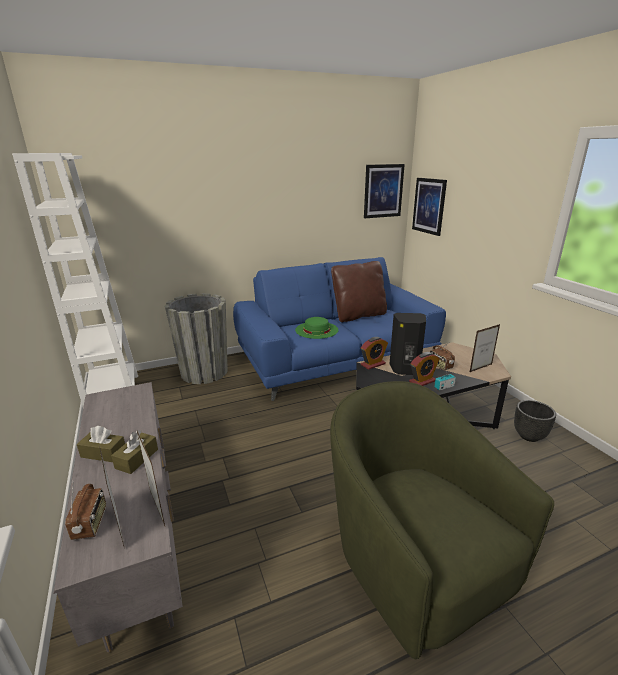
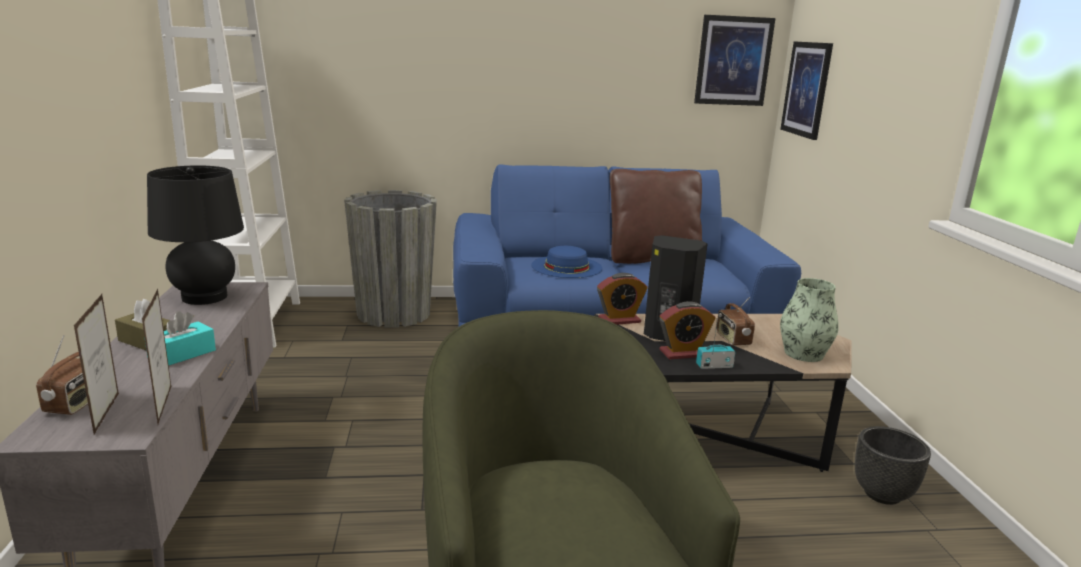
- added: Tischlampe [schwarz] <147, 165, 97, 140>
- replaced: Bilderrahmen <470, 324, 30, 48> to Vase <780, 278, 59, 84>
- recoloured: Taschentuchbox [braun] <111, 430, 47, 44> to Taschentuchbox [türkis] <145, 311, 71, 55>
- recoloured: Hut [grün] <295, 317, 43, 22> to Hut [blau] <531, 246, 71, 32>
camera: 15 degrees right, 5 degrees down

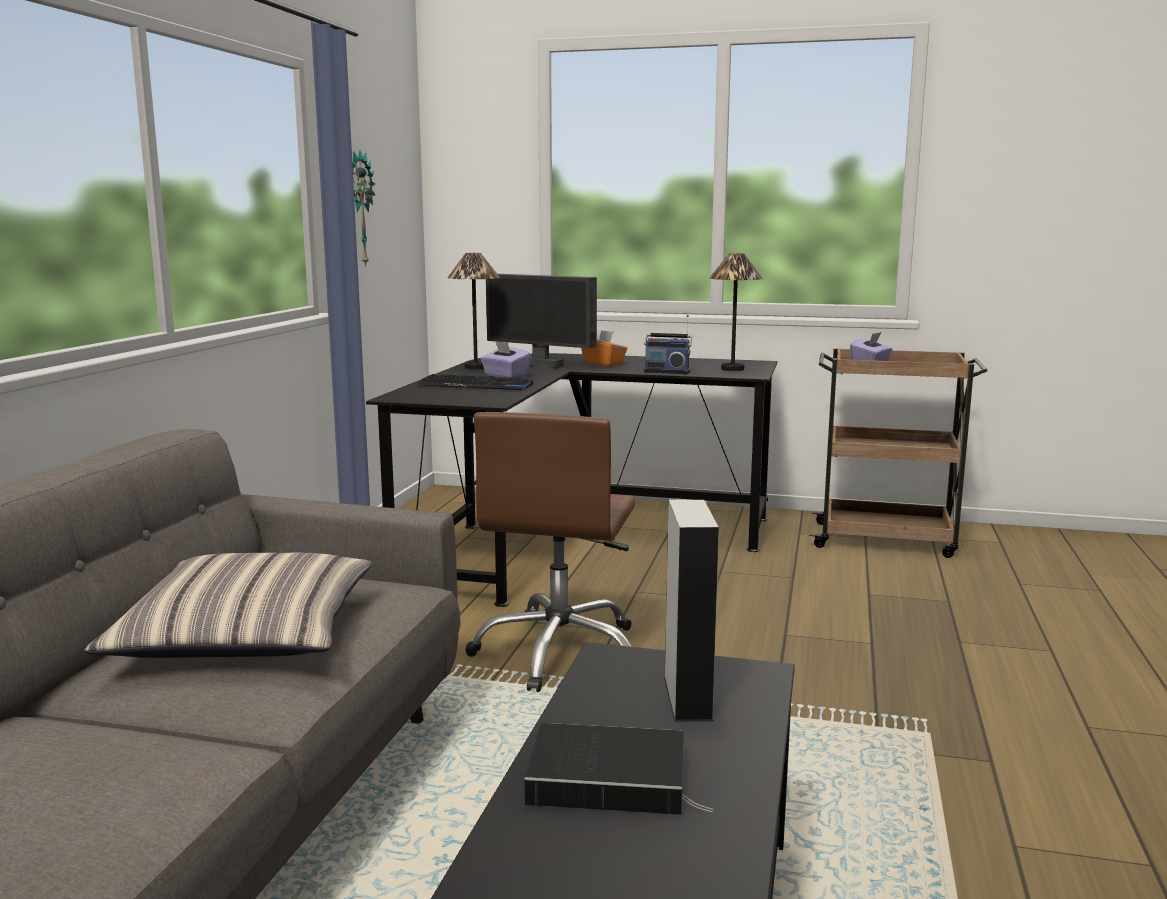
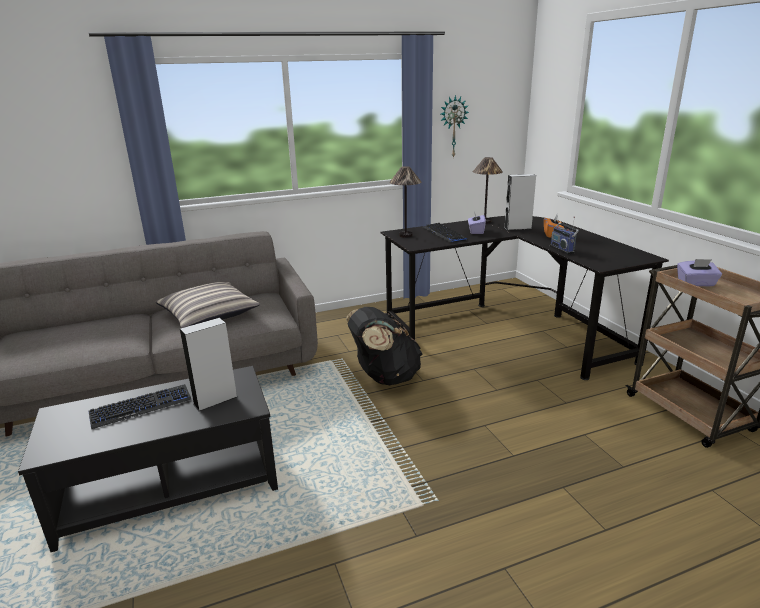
- moved: Tischlampe <709, 253, 54, 118> to <389, 166, 32, 72>
- replaced: Bürostuhl [braun] <465, 412, 170, 280> to Rucksack [schwarz] <346, 307, 76, 78>
- replaced: Monitor <486, 274, 111, 94> to Lautsprecher [grau] <504, 174, 32, 56>
- replaced: Buch <524, 723, 190, 92> to Tastatur <89, 384, 102, 45>
camera: 55 degrees right, 10 degrees up

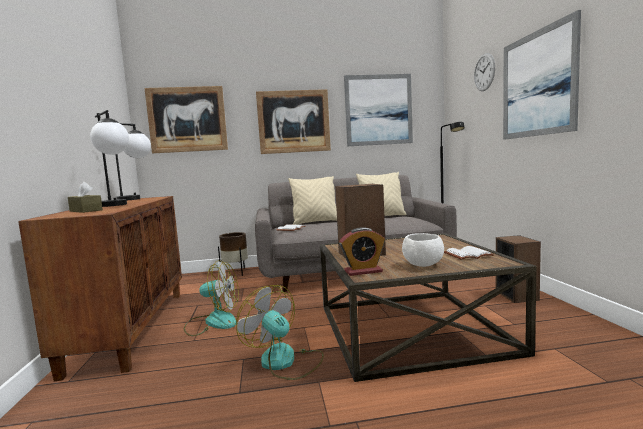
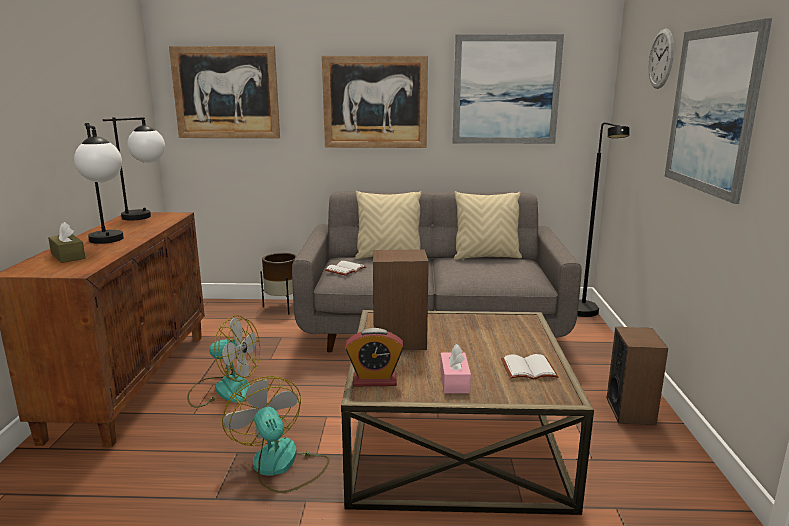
- replaced: Schüssel [weiß] <402, 233, 42, 34> to Taschentuchbox [rosa] <440, 344, 31, 50>
camera: 10 degrees right, 10 degrees up

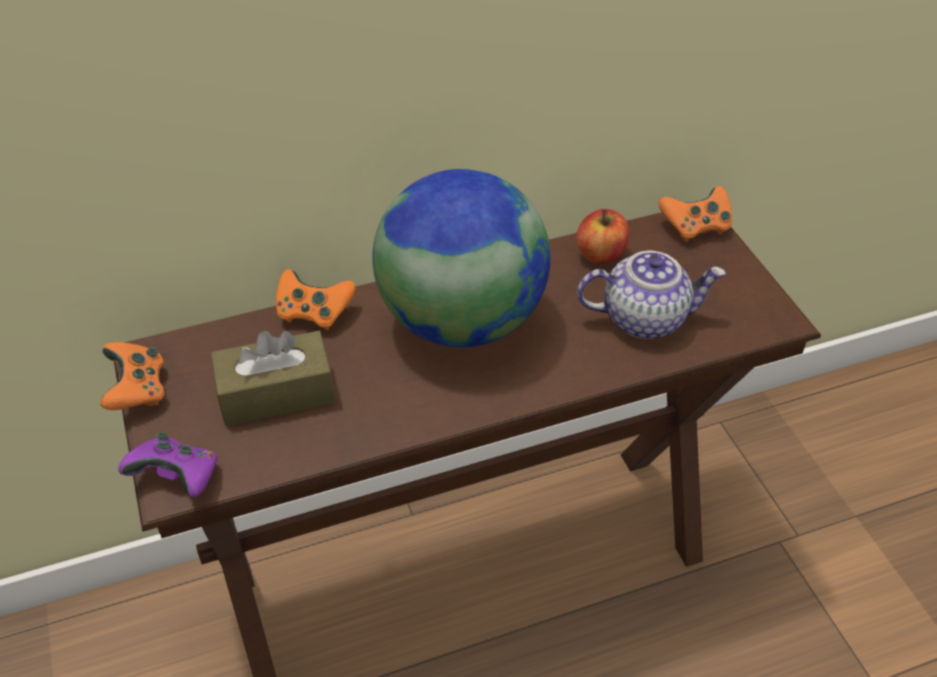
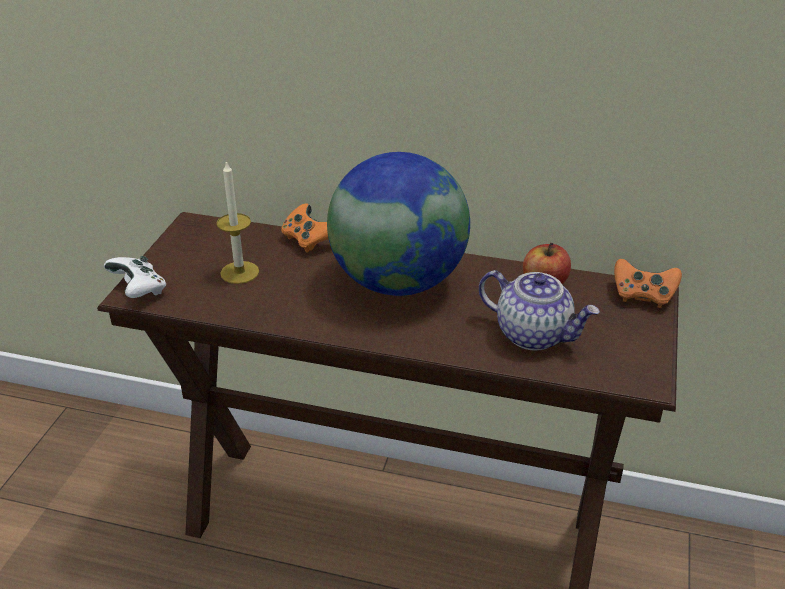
- removed: Gamepad [orange] <100, 342, 65, 68>
- replaced: Taschentuchbox [braun] <210, 331, 125, 95> to Kerze <216, 160, 43, 124>
- recoloured: Gamepad [lila] <118, 433, 100, 64> to Gamepad [weiß] <104, 256, 62, 42>
camera: 35 degrees right, 10 degrees down

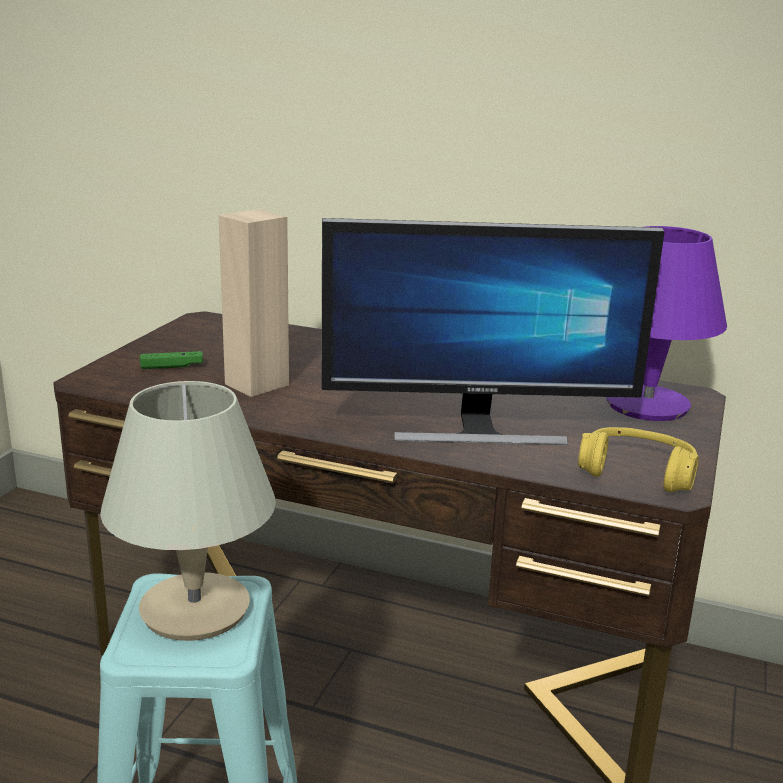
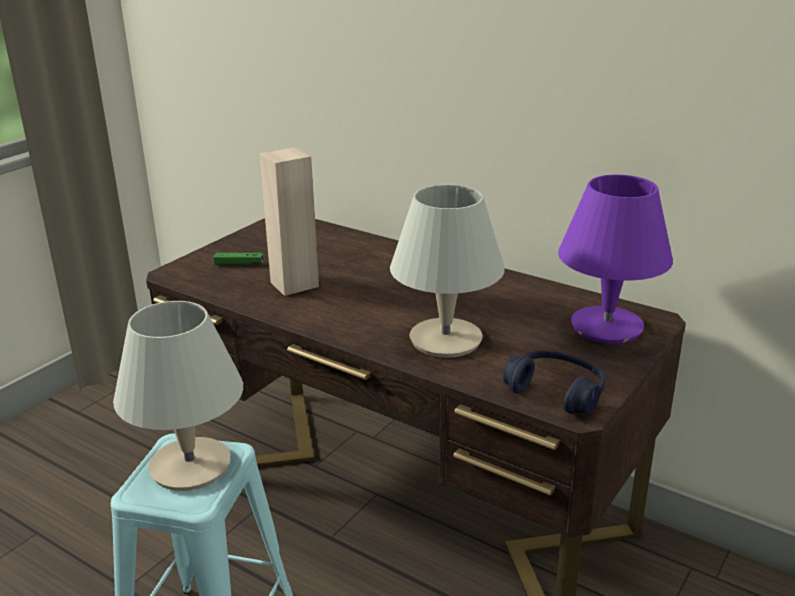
- replaced: Monitor <321, 218, 343, 227> to Tischlampe [beige] <390, 184, 115, 174>
- recoloured: Kopfhörer [gelb] <578, 427, 121, 65> to Kopfhörer [blau] <503, 350, 102, 64>
camera: 15 degrees right, 5 degrees up

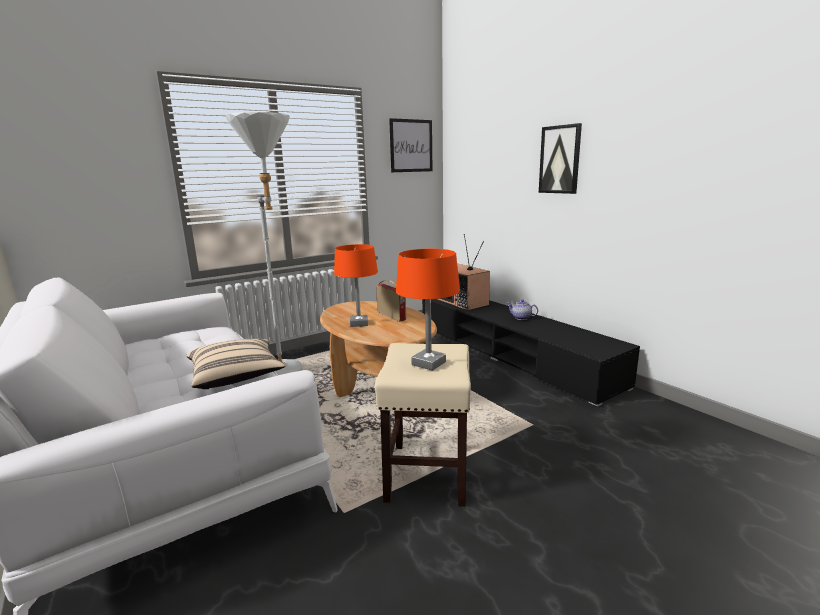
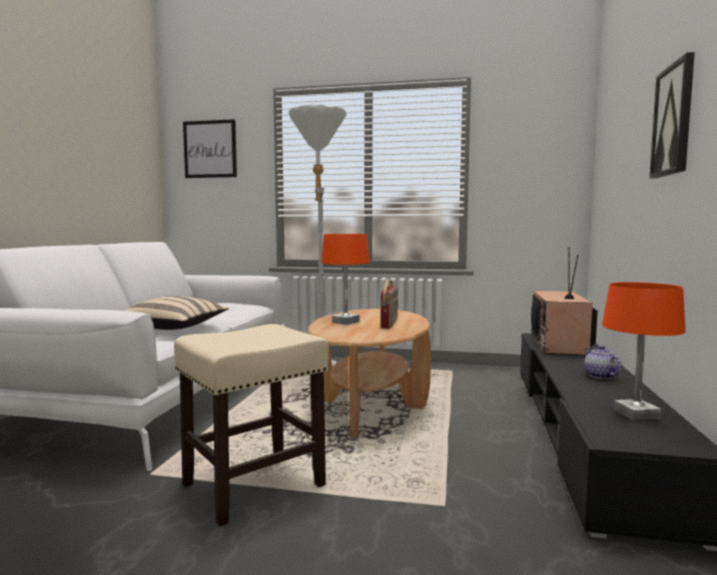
- moved: Bild <389, 118, 43, 54> to <183, 119, 54, 59>
- moved: Tischlampe [orange] <396, 249, 64, 122> to <602, 282, 84, 139>
camera: 45 degrees right, 10 degrees down

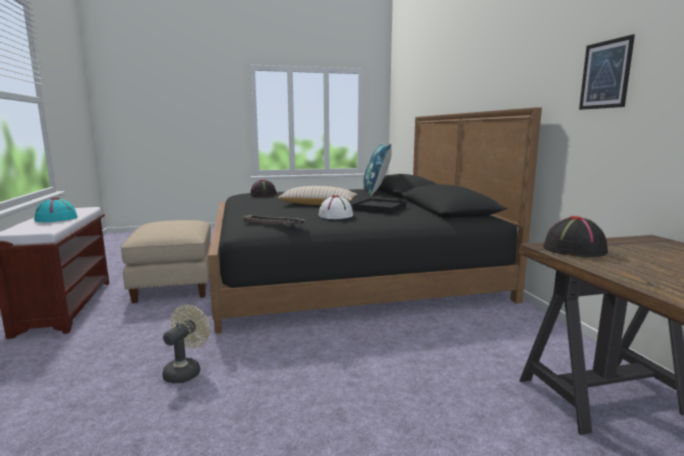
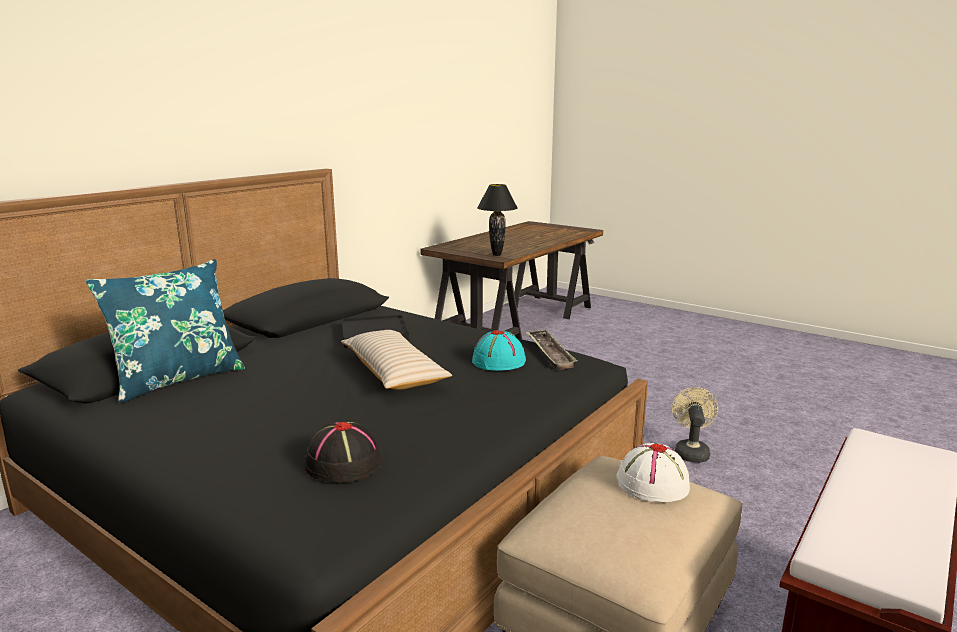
- removed: Bild <579, 34, 56, 76>
- moved: Hut [türkis] <34, 198, 44, 24> to <472, 330, 54, 41>
- moved: Hut [weiß] <319, 195, 34, 24> to <616, 443, 74, 59>
- replaced: Hut [schwarz] <543, 216, 65, 41> to Tischlampe [schwarz] <477, 184, 41, 72>
- turned: Ventilator [beige] <162, 305, 48, 78> = <672, 387, 46, 76> 120 degrees clockwise
camera: 130 degrees left, 5 degrees up

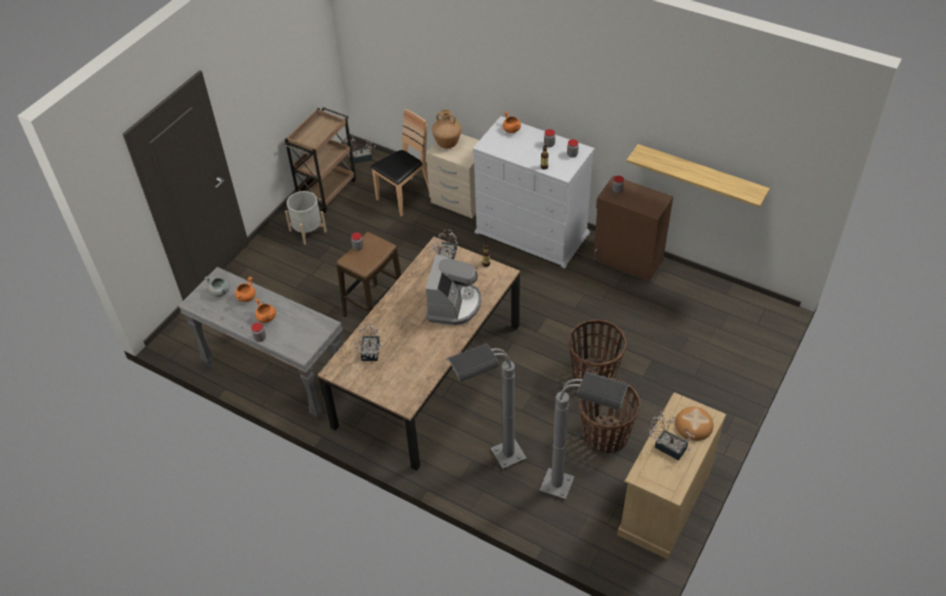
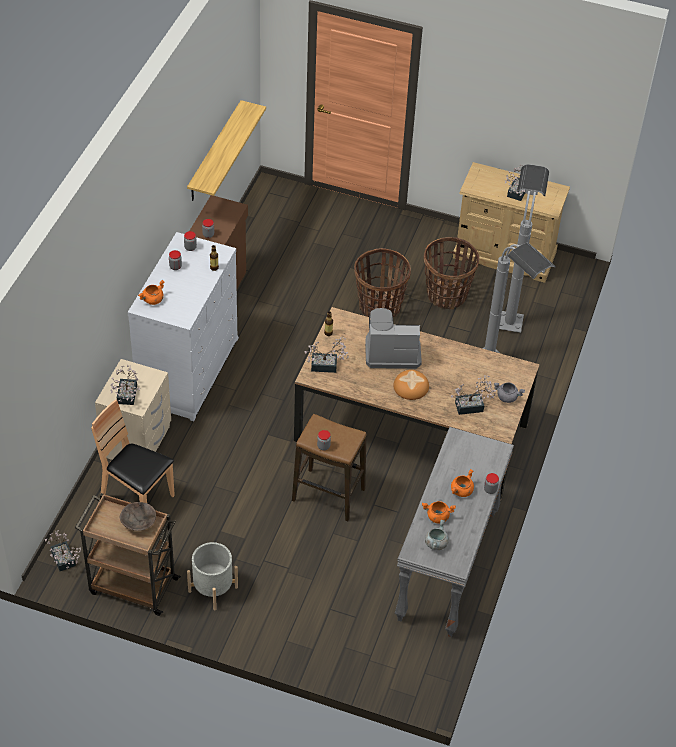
- added: Schüssel [braun] <120, 502, 36, 29>
- added: Kochtopf [grau] <494, 383, 31, 20>
- moved: Brot <675, 407, 38, 34> to <393, 370, 36, 30>
- replaced: Vase [braun] <432, 109, 30, 40> to Topfpflanze <110, 365, 30, 40>
camera: 105 degrees left, 0 degrees up

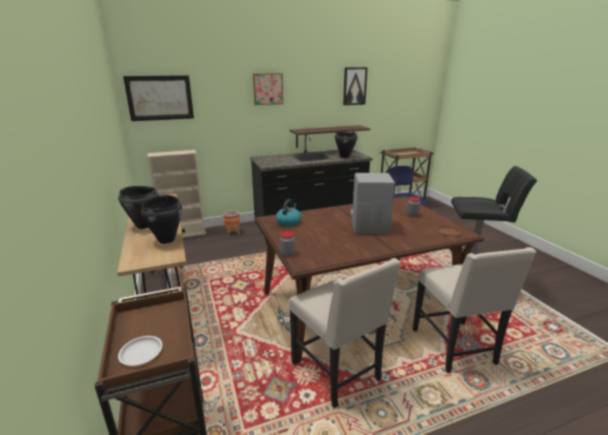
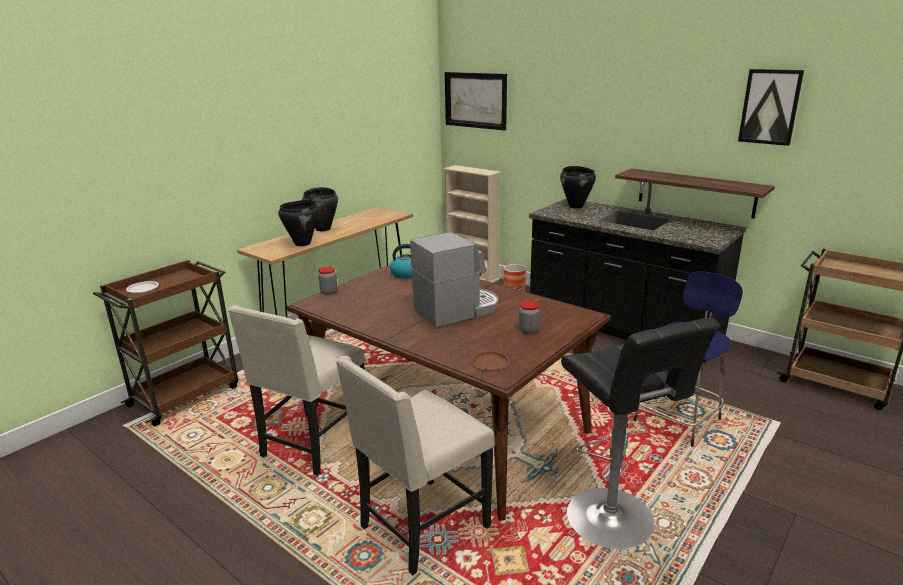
- removed: Bild <253, 73, 30, 32>
- moved: Kochtopf [schwarz] <335, 132, 23, 26> to <560, 166, 36, 42>
camera: 60 degrees right, 0 degrees up

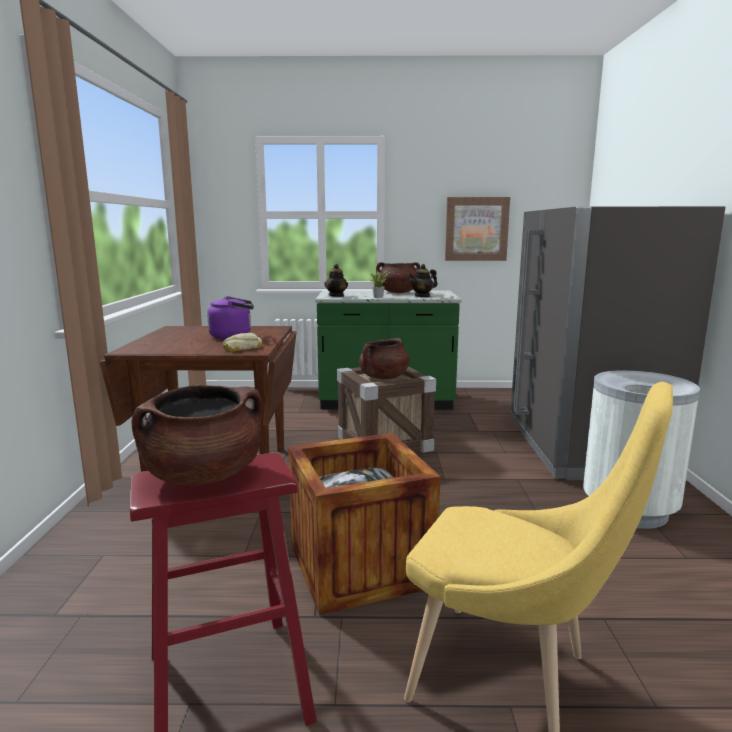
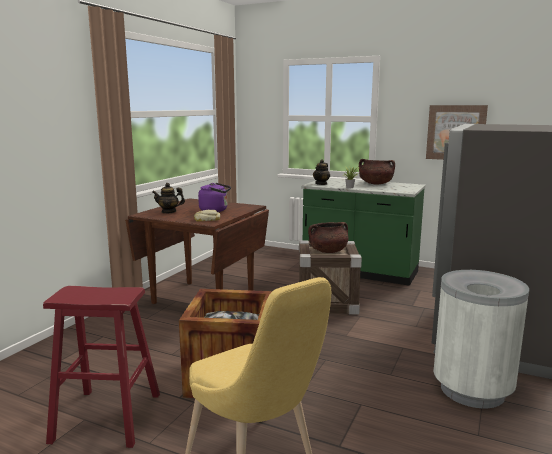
- removed: Kochtopf [braun] <132, 385, 130, 101>
- moved: Teekanne <408, 264, 29, 33> to <152, 183, 33, 30>
camera: 25 degrees right, 0 degrees up

